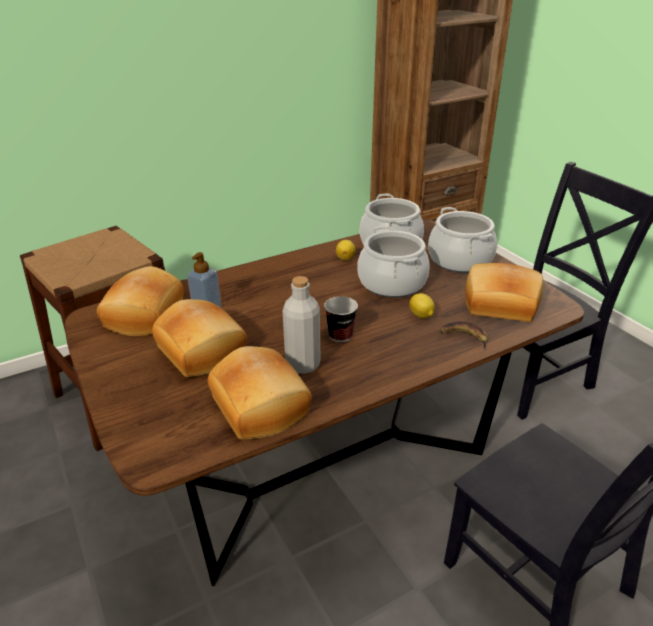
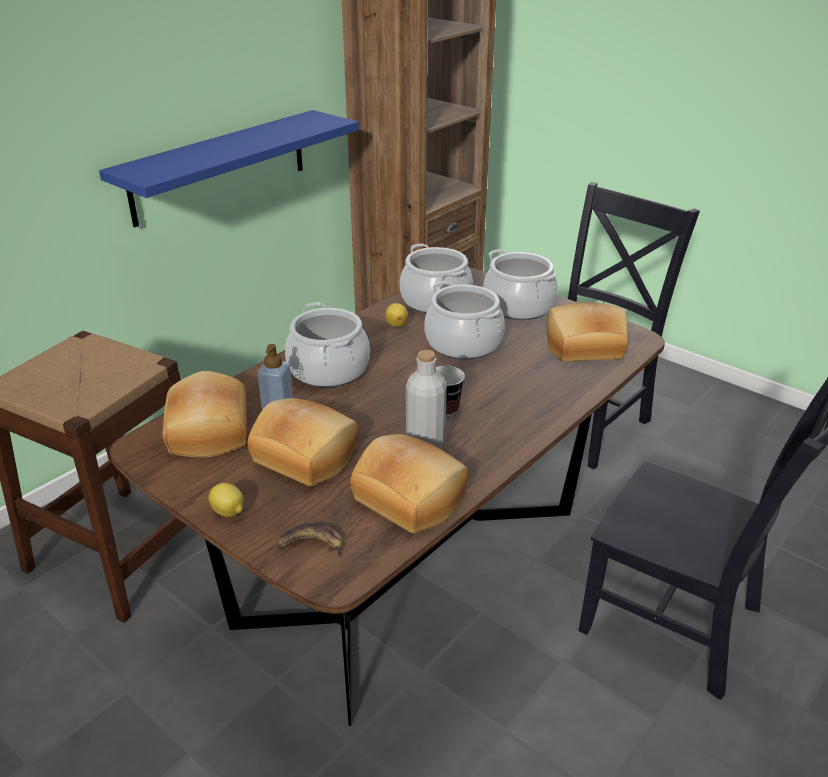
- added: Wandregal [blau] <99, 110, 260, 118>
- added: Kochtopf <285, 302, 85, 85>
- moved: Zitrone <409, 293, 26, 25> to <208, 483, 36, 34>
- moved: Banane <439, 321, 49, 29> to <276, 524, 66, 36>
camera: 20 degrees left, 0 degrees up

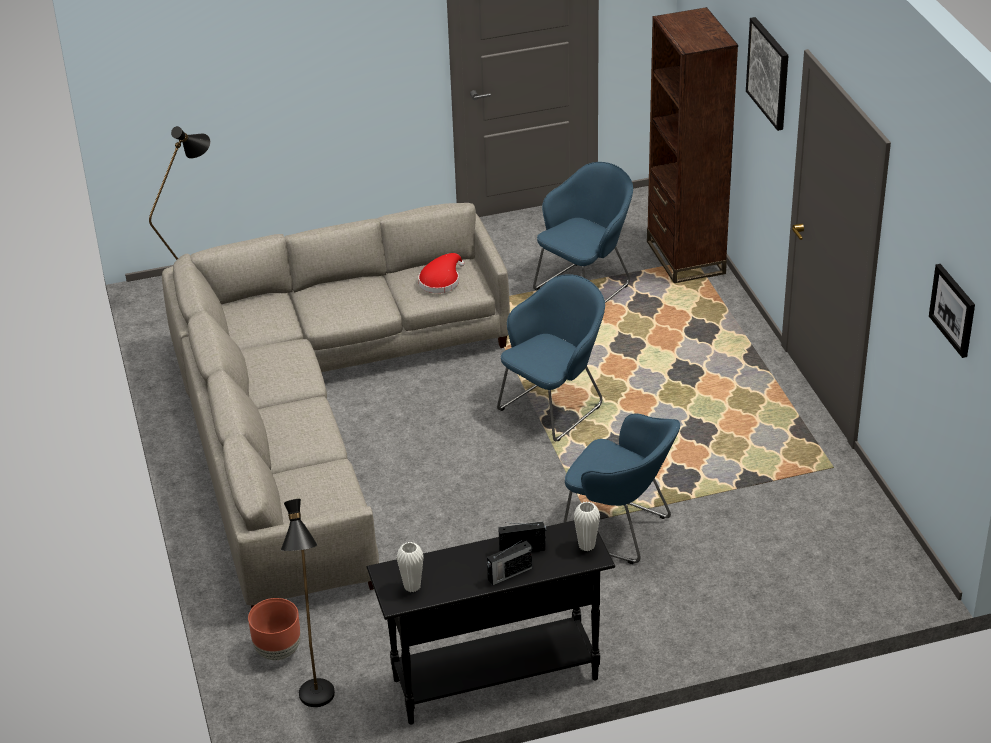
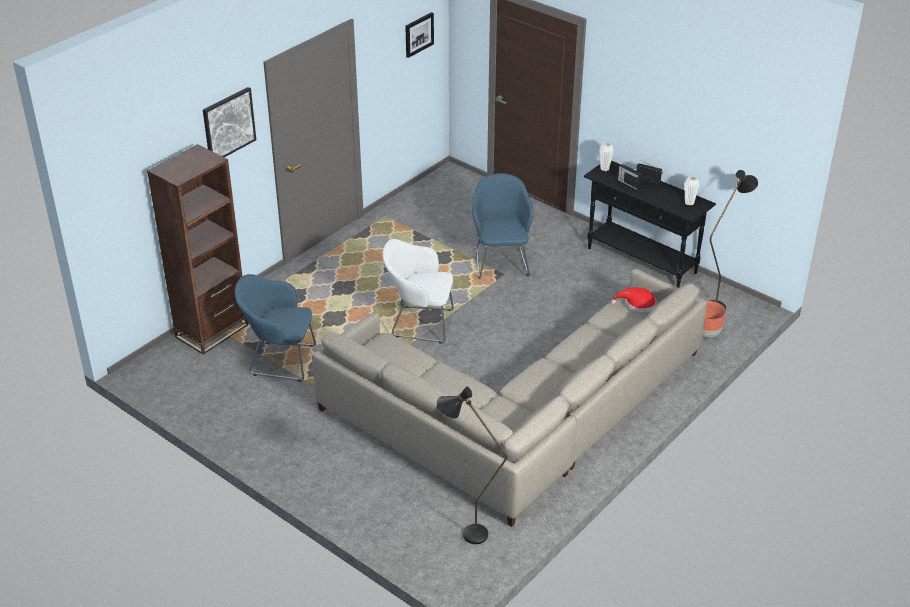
- moved: Hut [rot] <418, 253, 47, 40> to <611, 287, 45, 26>
- recoloured: Sessel [blau] <497, 274, 108, 167> to Sessel [weiß] <383, 239, 71, 105>
camera: 125 degrees left, 0 degrees up

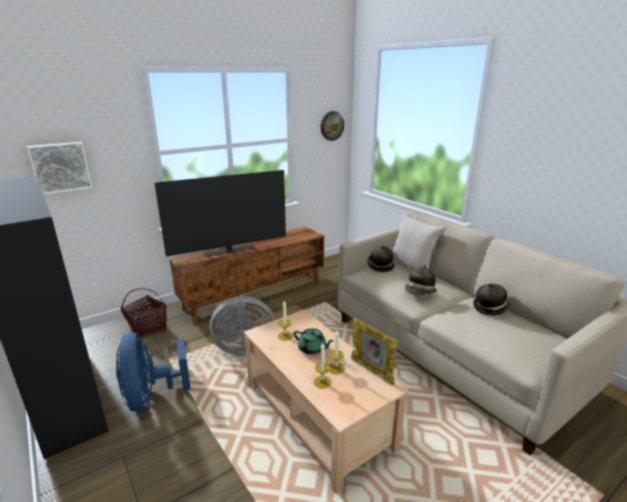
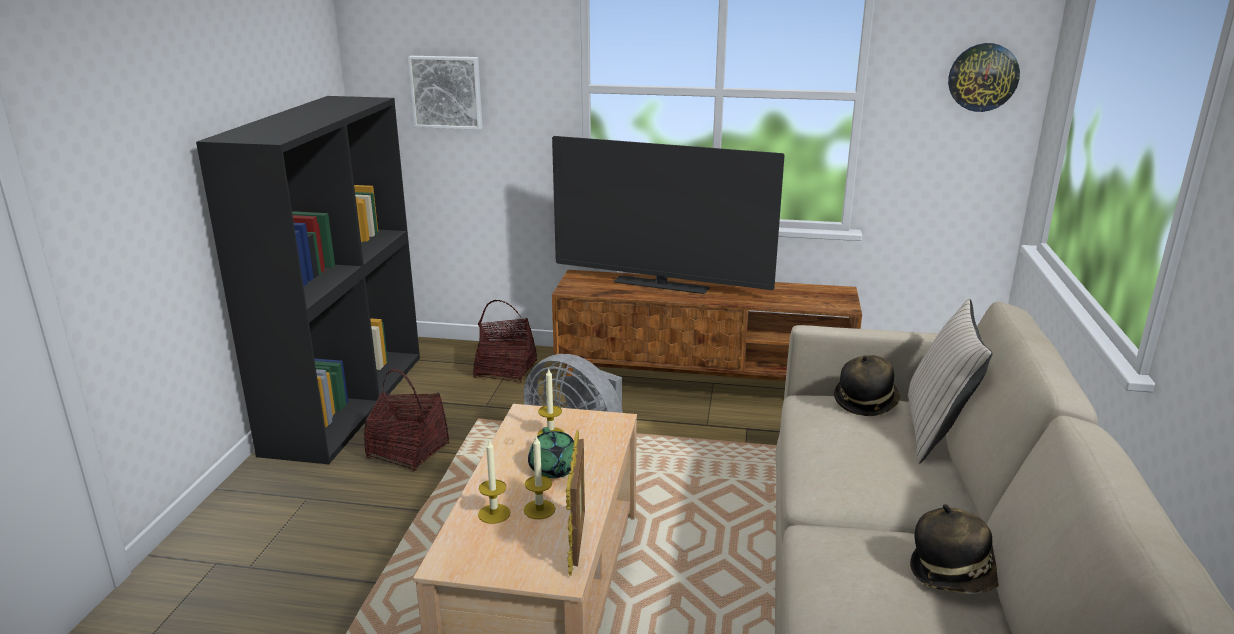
- removed: Hut <405, 265, 32, 30>
- replaced: Ventilator [blau] <116, 333, 75, 78> to Korb <364, 369, 85, 102>
camera: 45 degrees right, 0 degrees up

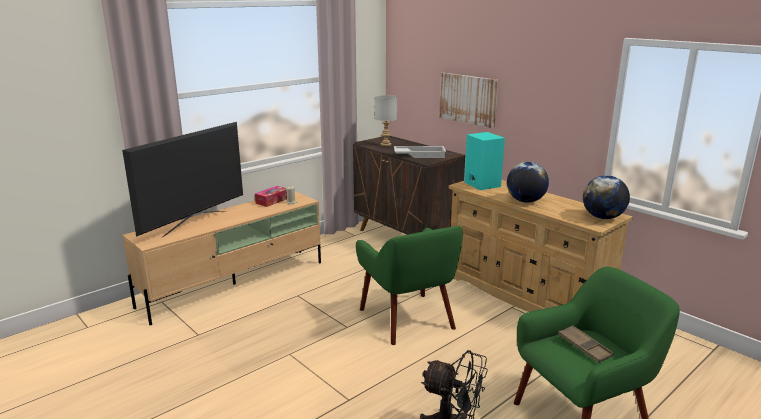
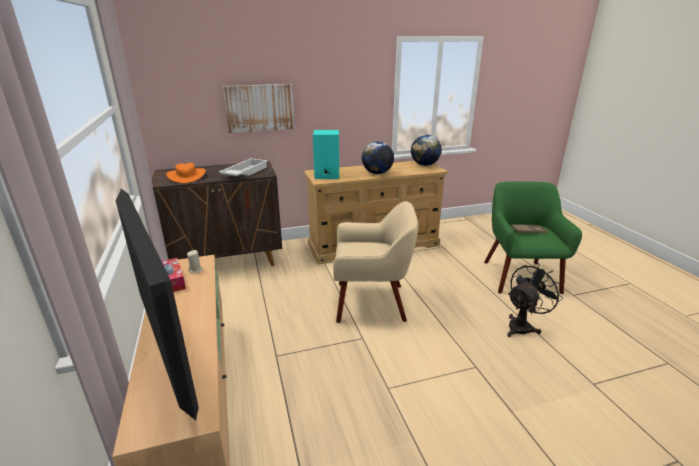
- replaced: Tischlampe [grau] <375, 95, 22, 51> to Hut [orange] <166, 163, 40, 20>
- recoloured: Sessel [grün] <356, 226, 106, 119> to Sessel [beige] <333, 201, 85, 122>
camera: 65 degrees left, 5 degrees up

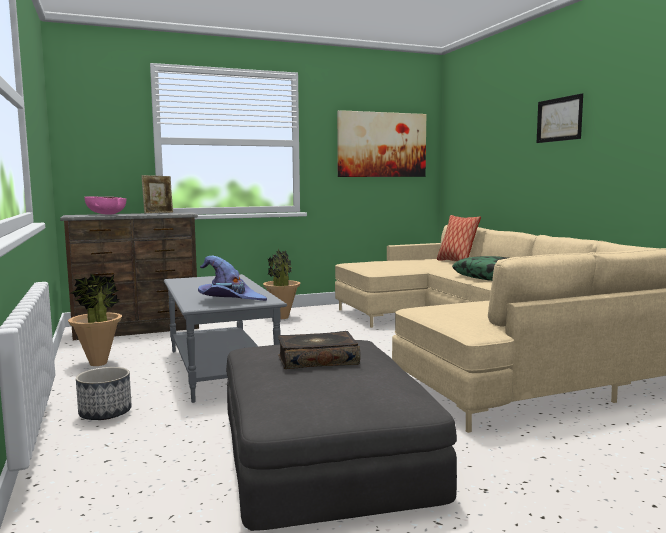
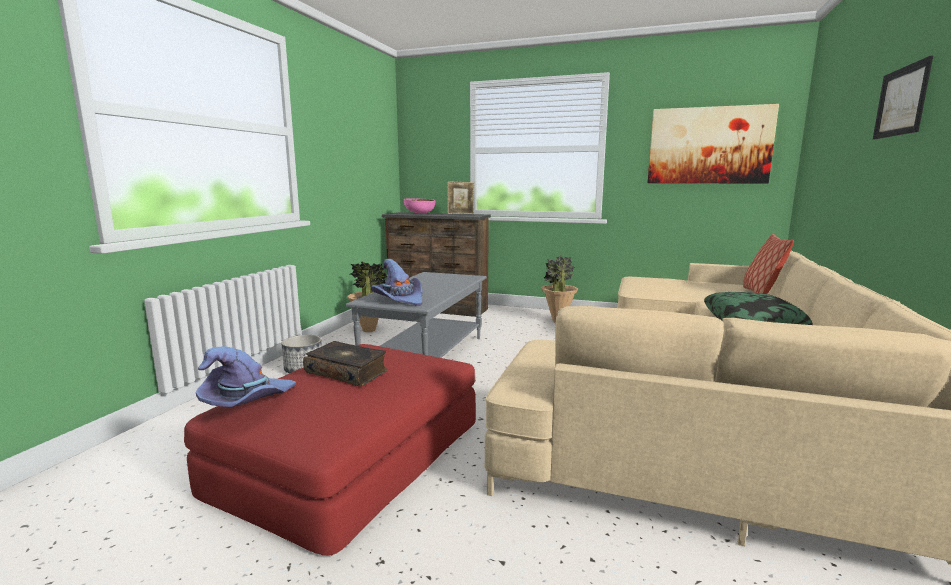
- added: Hut [lila] <196, 346, 100, 61>
- recoloured: Polsterhocker [grau] <226, 340, 231, 191> to Polsterhocker [rot] <184, 344, 292, 212>
camera: 40 degrees right, 5 degrees up

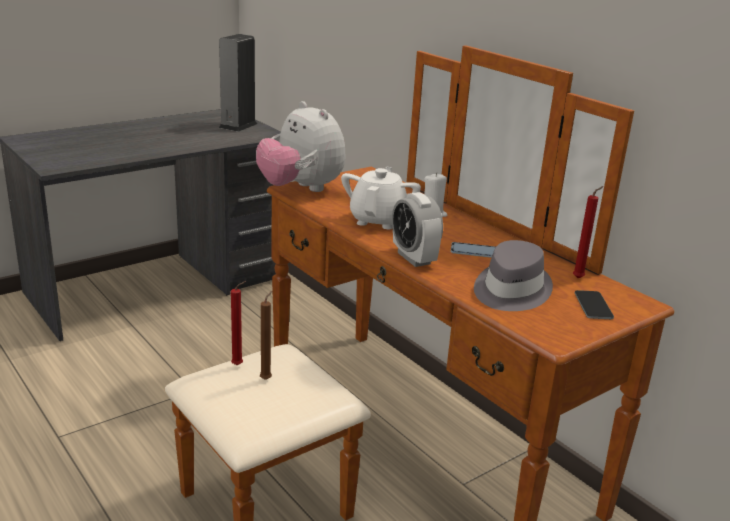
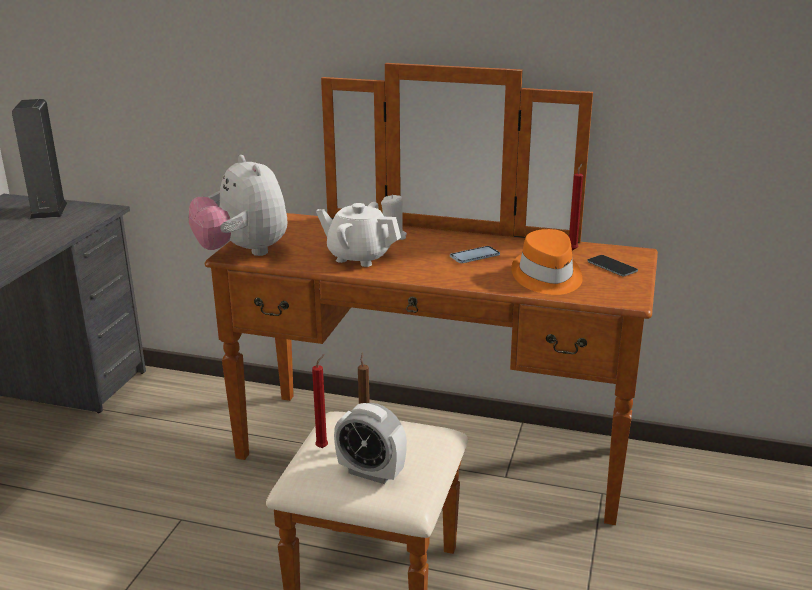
- moved: Wecker <392, 192, 51, 75> to <334, 403, 73, 81>
- recoloured: Hut [grau] <474, 240, 79, 71> to Hut [orange] <511, 229, 72, 66>
- turned: Plüschtier <256, 101, 90, 91> = <189, 155, 99, 101> 45 degrees clockwise
- turned: Teekanne [weiß] <341, 167, 80, 62> = <316, 202, 85, 65> 45 degrees counterclockwise
camera: 35 degrees left, 0 degrees up

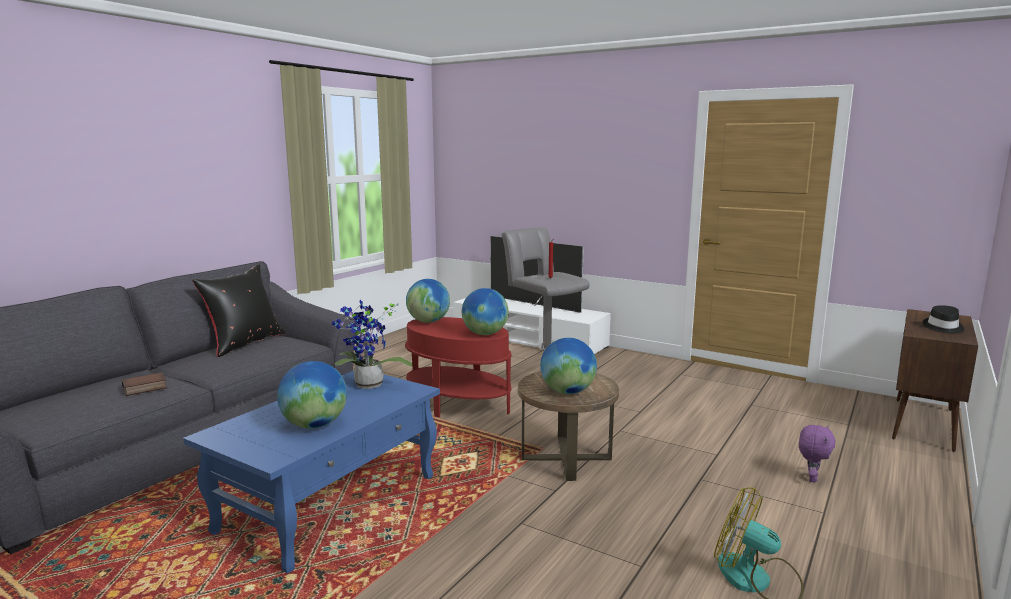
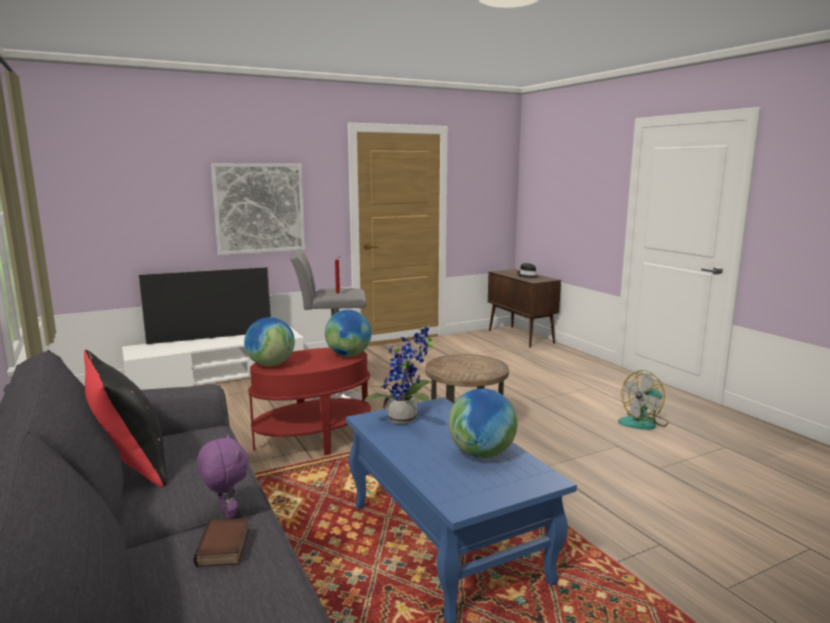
- removed: Globus <540, 338, 57, 56>
- added: Bild <211, 163, 94, 92>
- moved: Plüschtier [lila] <799, 425, 37, 58> to <197, 434, 52, 85>
camera: 60 degrees left, 0 degrees up

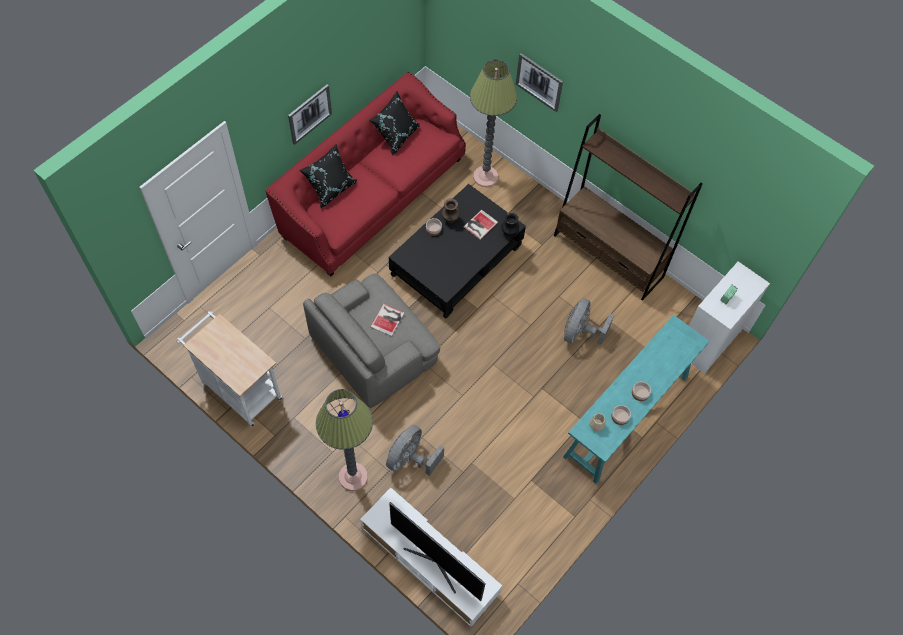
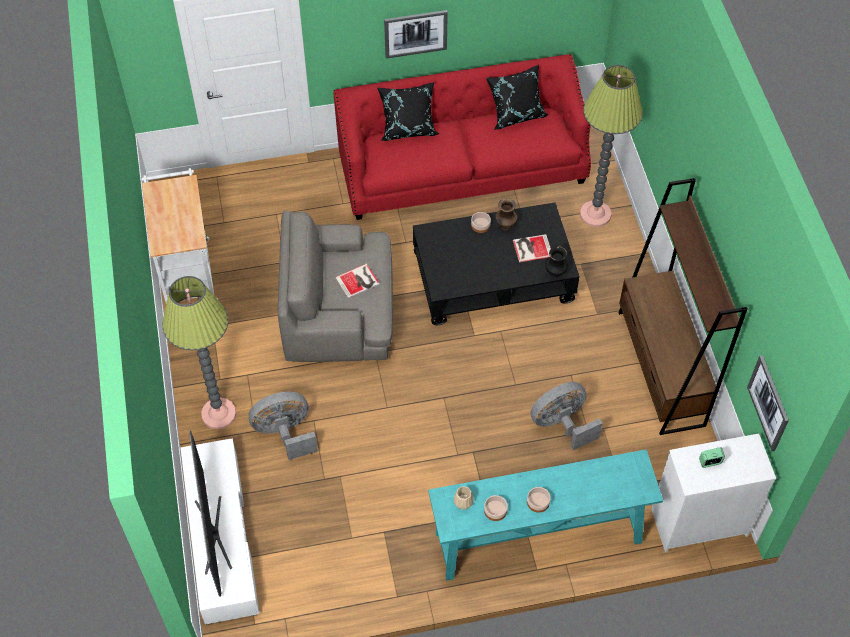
- moved: Bild <516, 53, 47, 59> to <747, 355, 42, 96>
camera: 40 degrees right, 5 degrees down

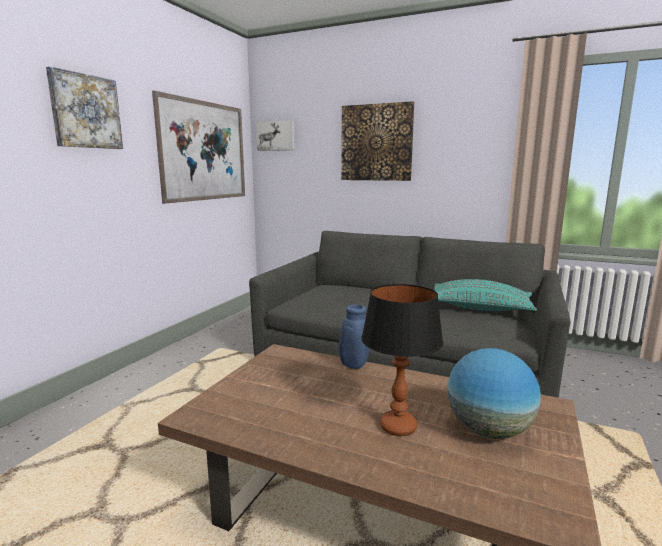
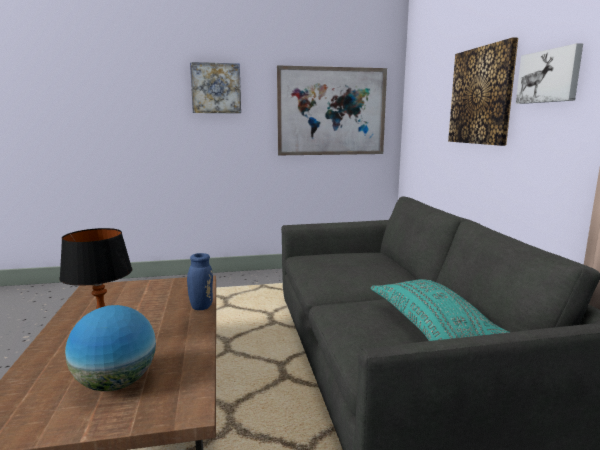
- moved: Bild <256, 120, 39, 31> to <516, 43, 67, 61>
camera: 55 degrees right, 0 degrees up

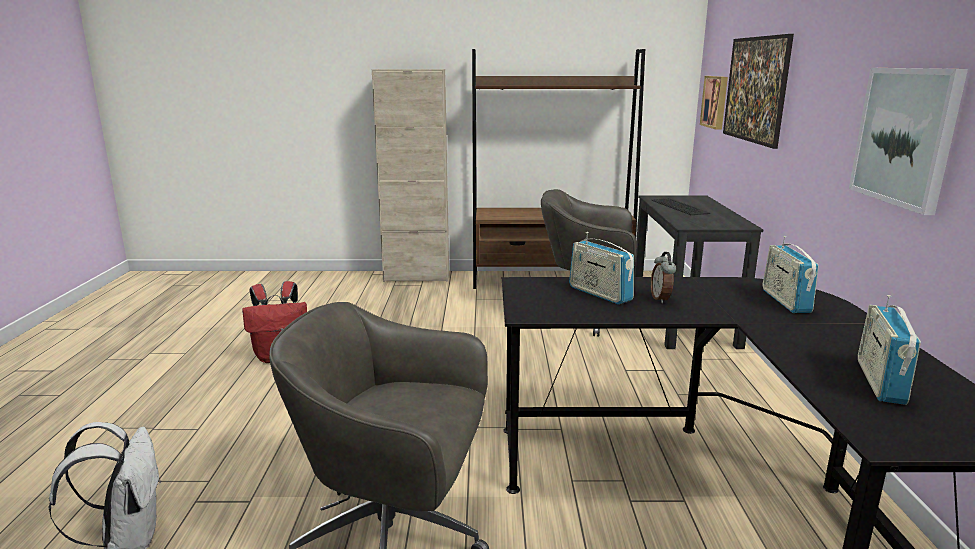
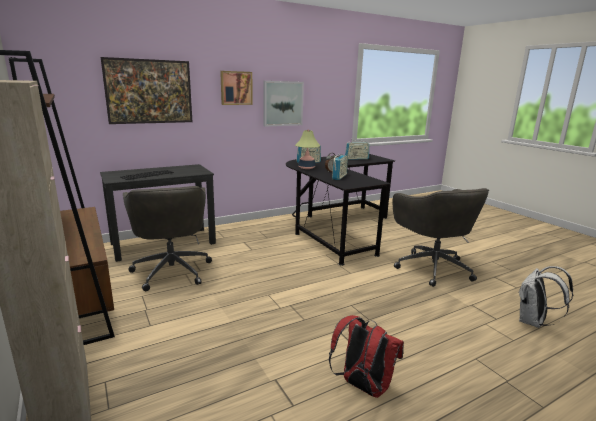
- added: Tischlampe <295, 129, 25, 40>
- moved: Bild <700, 76, 28, 54> to <220, 71, 33, 34>
camera: 120 degrees left, 0 degrees up

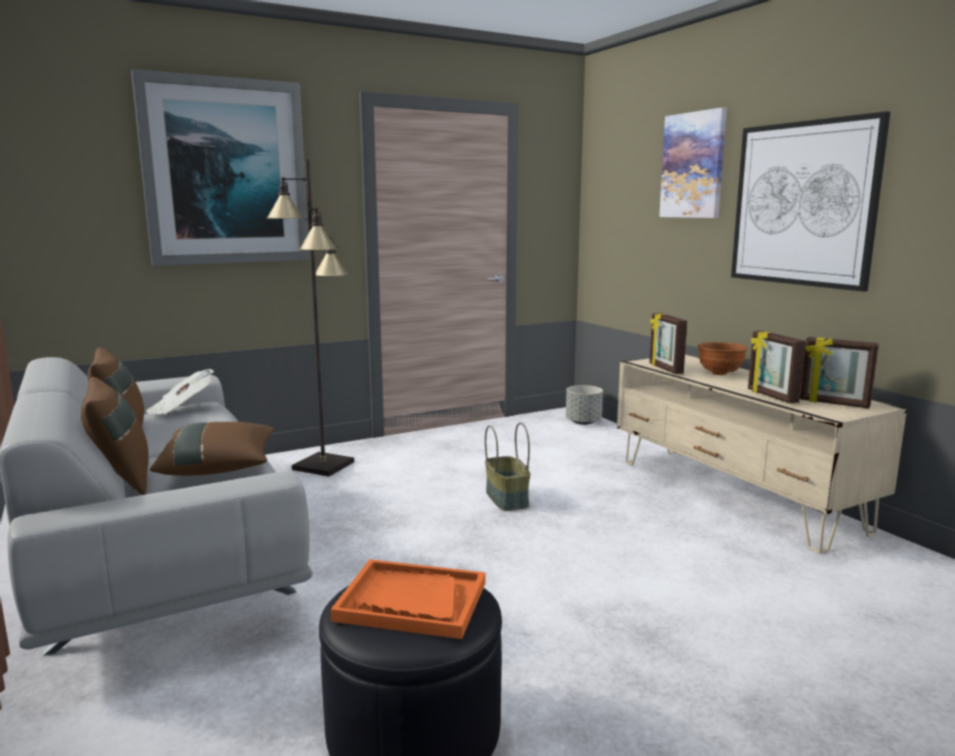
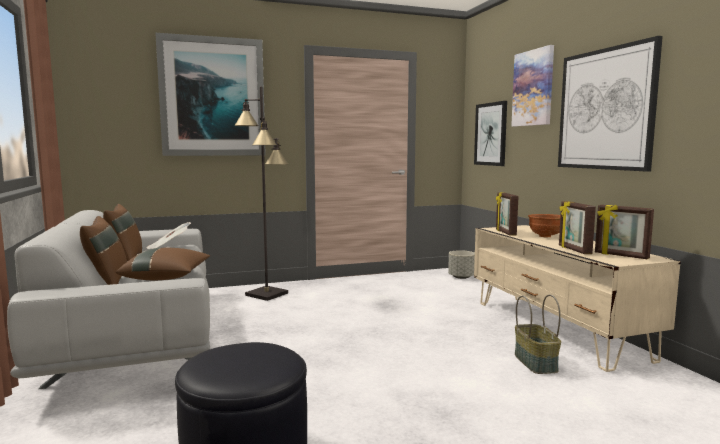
- removed: Tablett [orange] <330, 559, 155, 80>
- added: Bild <474, 101, 33, 65>
- moved: Korb <485, 422, 45, 89> to <515, 294, 46, 80>
camera: 10 degrees right, 5 degrees down

